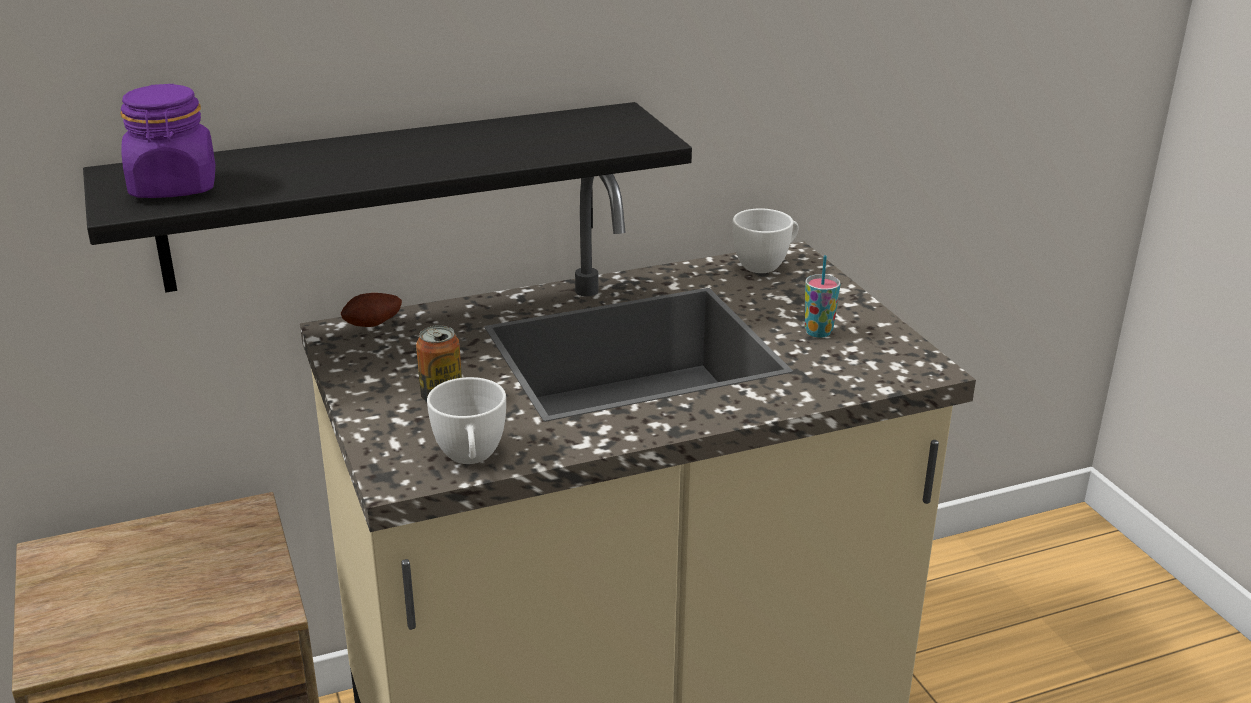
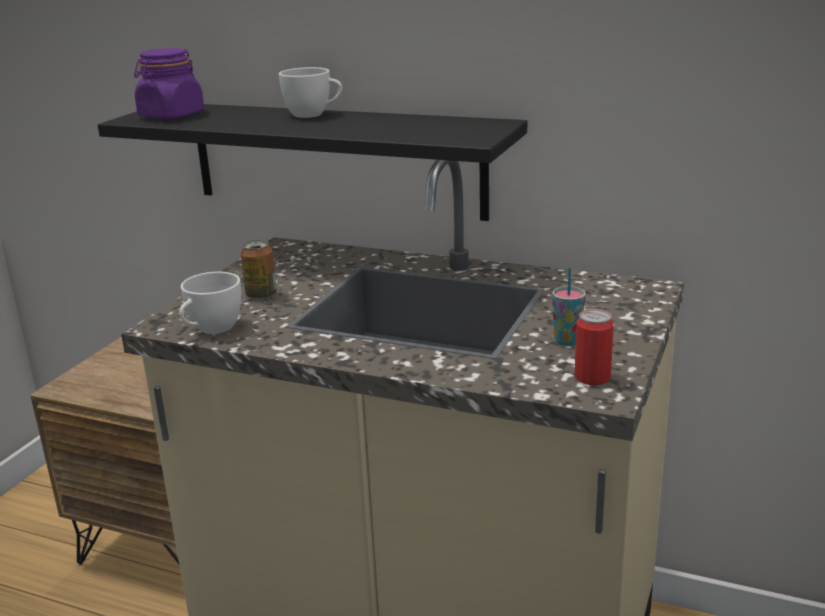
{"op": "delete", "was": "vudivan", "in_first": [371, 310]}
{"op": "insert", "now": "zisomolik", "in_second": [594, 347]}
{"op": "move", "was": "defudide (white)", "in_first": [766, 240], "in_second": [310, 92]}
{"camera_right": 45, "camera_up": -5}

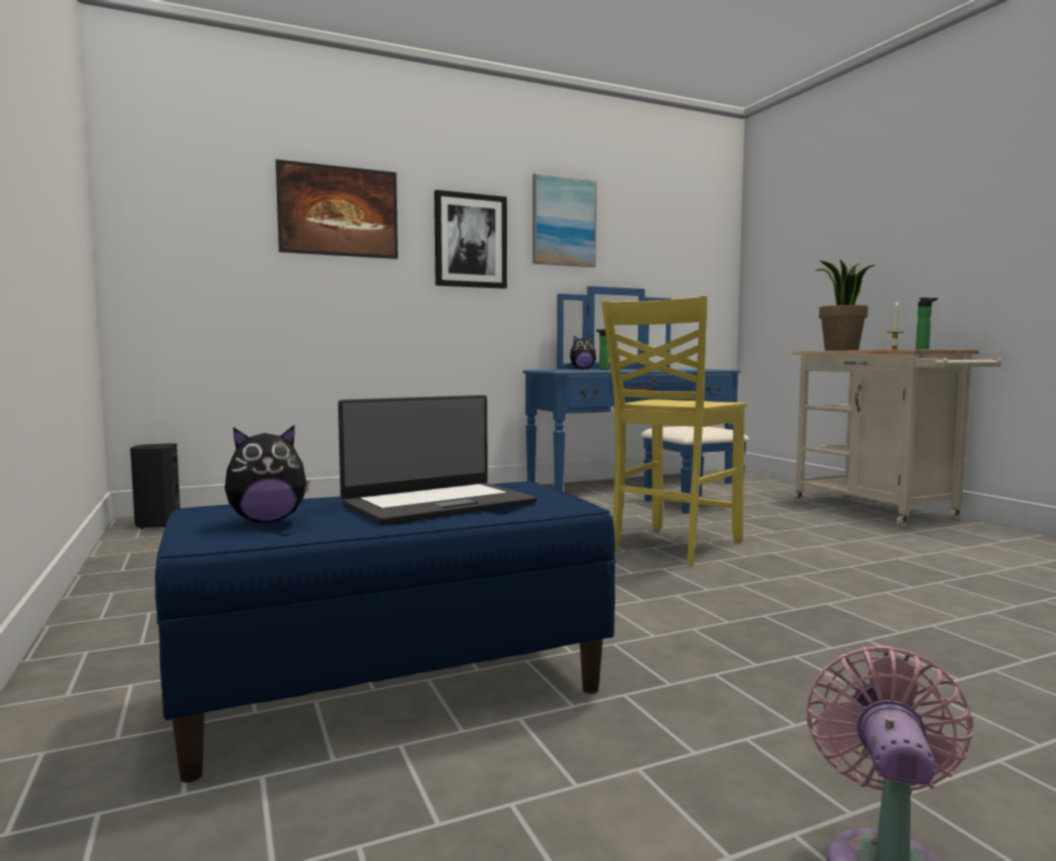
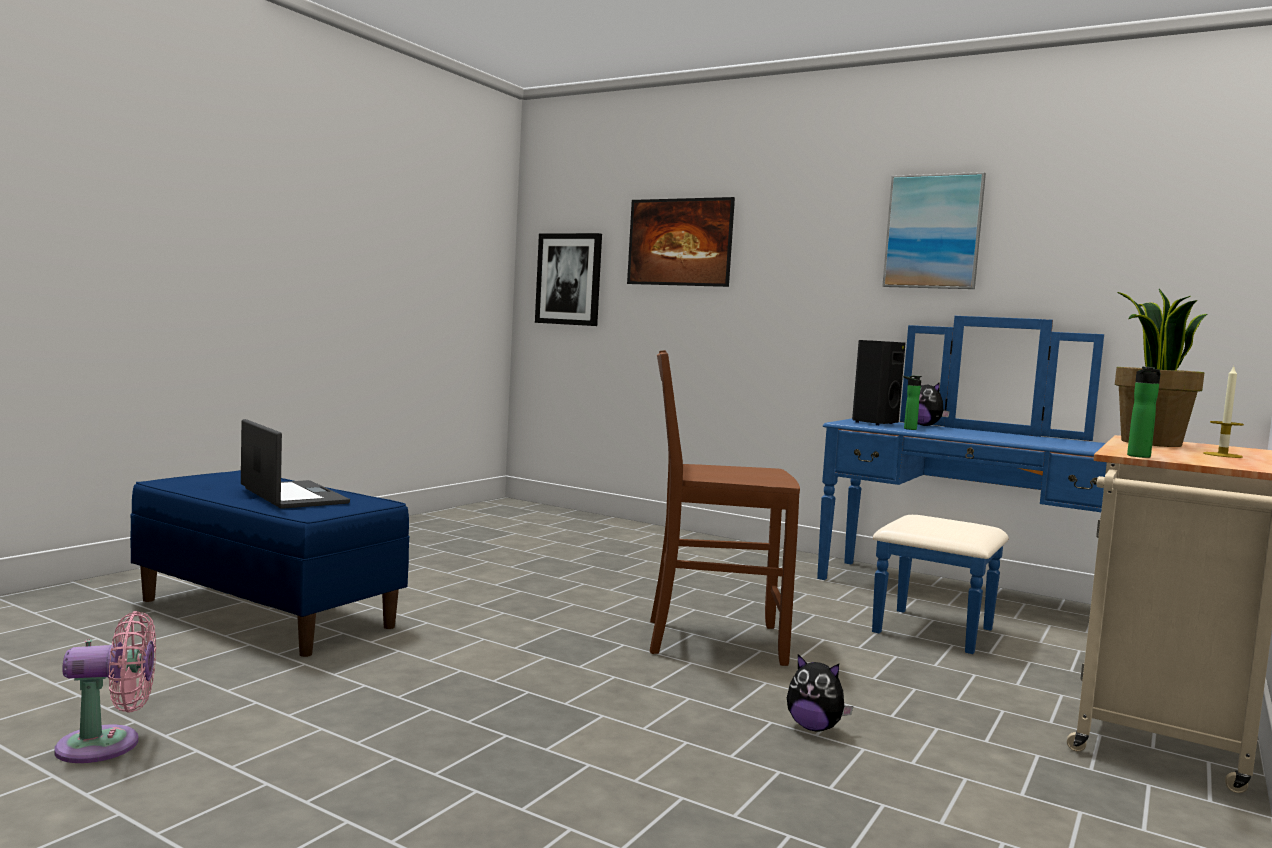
{"op": "move", "was": "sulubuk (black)", "in_first": [155, 486], "in_second": [879, 382]}
{"op": "move", "was": "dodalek", "in_first": [267, 474], "in_second": [820, 693]}
{"op": "move", "was": "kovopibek", "in_first": [470, 239], "in_second": [568, 279]}
{"op": "recolor", "was": "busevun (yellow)", "now": "busevun (brown)", "in_first": [674, 430], "in_second": [725, 508]}
{"op": "rotate", "was": "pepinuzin", "in_first": [437, 460], "in_second": [295, 464], "clockwise": -150}
{"camera_right": 55, "camera_up": 0}

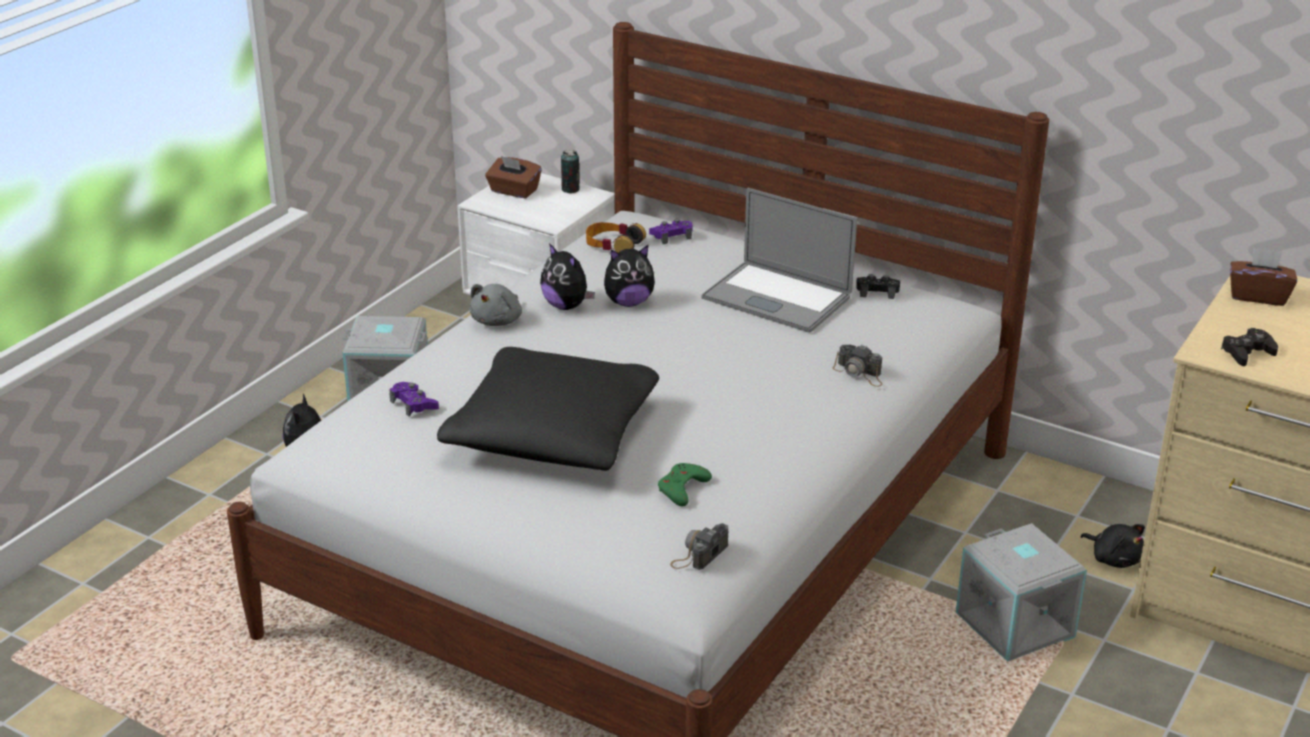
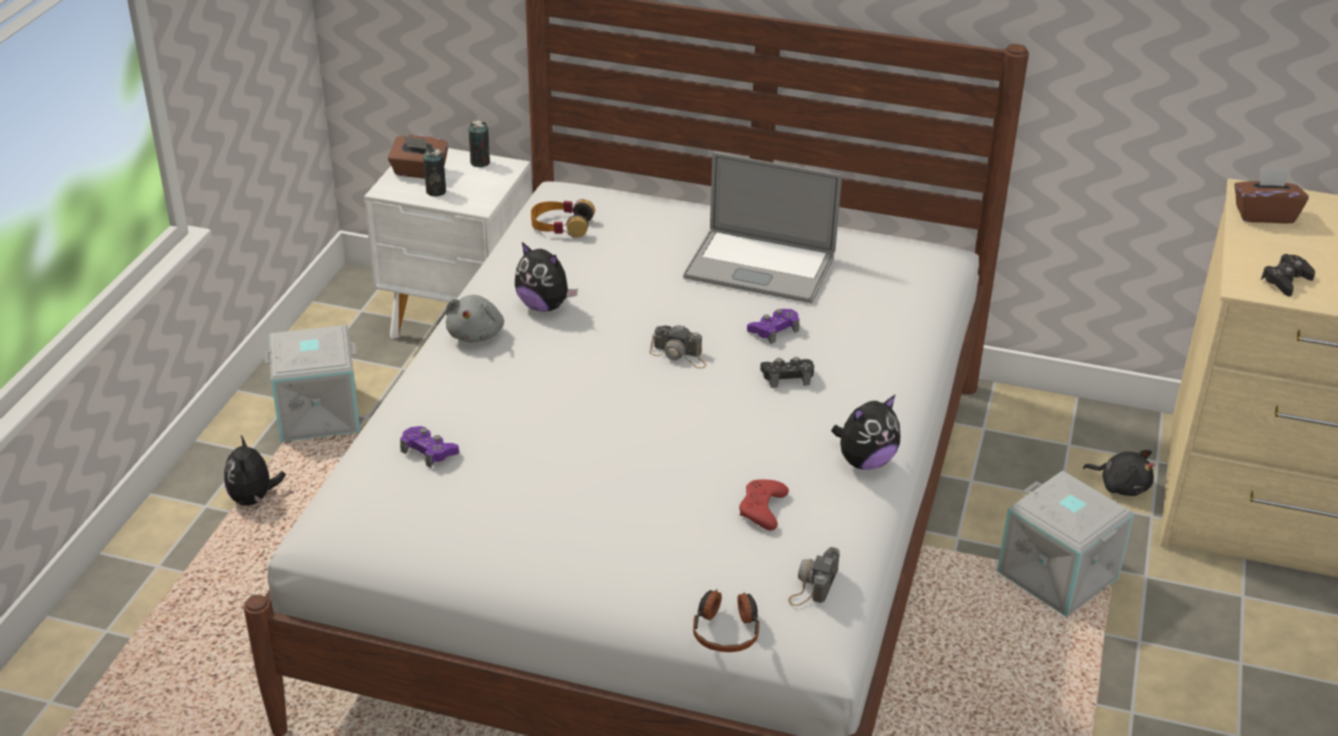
{"op": "delete", "was": "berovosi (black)", "in_first": [548, 409]}
{"op": "insert", "now": "zisomolik", "in_second": [434, 172]}
{"op": "insert", "now": "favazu", "in_second": [726, 621]}
{"op": "move", "was": "dodalek", "in_first": [629, 276], "in_second": [865, 432]}
{"op": "move", "was": "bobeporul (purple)", "in_first": [671, 231], "in_second": [773, 326]}
{"op": "move", "was": "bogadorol", "in_first": [857, 366], "in_second": [677, 346]}
{"op": "move", "was": "bobeporul (black)", "in_first": [878, 286], "in_second": [787, 372]}
{"op": "recolor", "was": "bobeporul (green)", "now": "bobeporul (red)", "in_first": [685, 484], "in_second": [764, 505]}
{"camera_right": -15, "camera_up": 5}

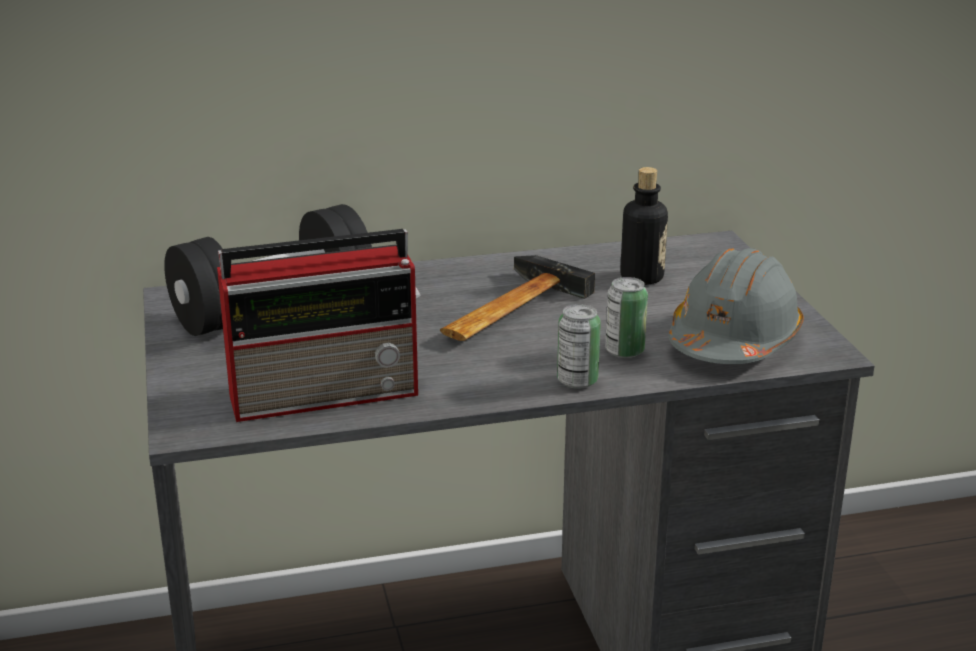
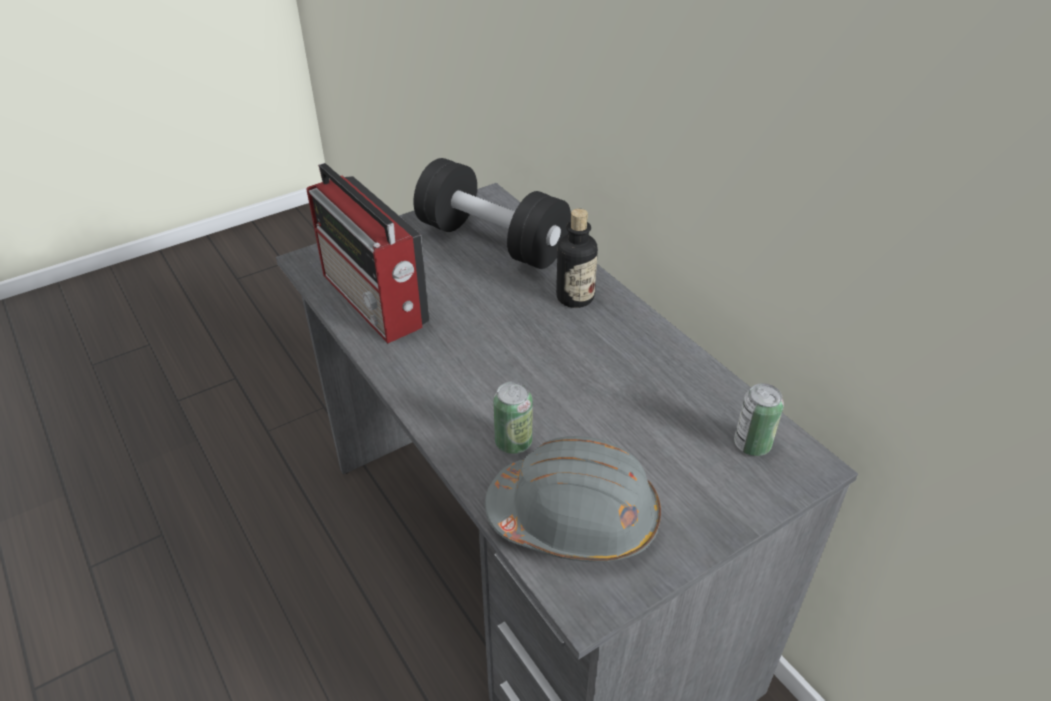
{"op": "delete", "was": "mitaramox", "in_first": [517, 298]}
{"op": "move", "was": "zisomolik", "in_first": [579, 346], "in_second": [759, 419]}
{"op": "move", "was": "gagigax", "in_first": [644, 226], "in_second": [577, 258]}
{"camera_right": 70, "camera_up": 15}

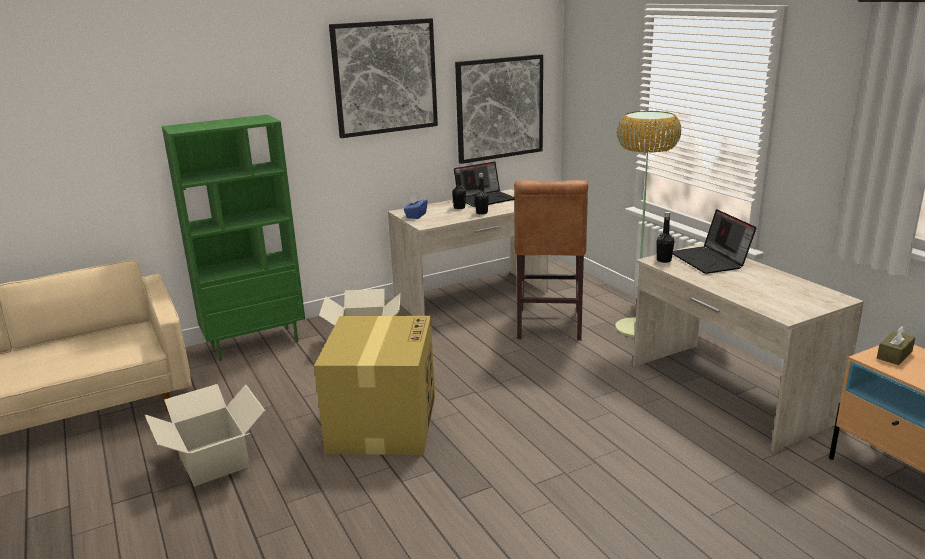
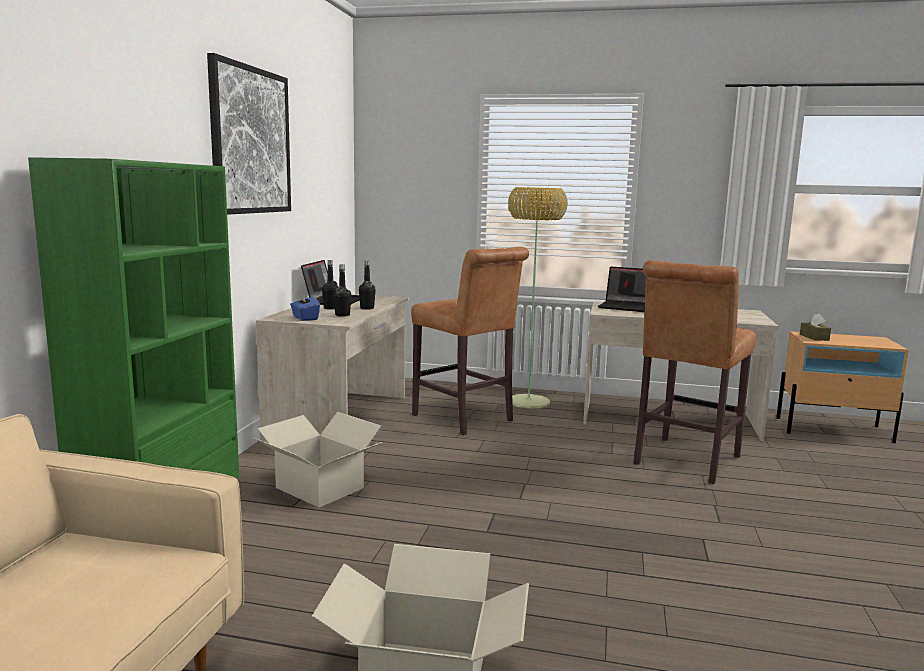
{"op": "delete", "was": "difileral", "in_first": [374, 385]}
{"op": "delete", "was": "kovopibek", "in_first": [499, 109]}
{"op": "insert", "now": "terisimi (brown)", "in_second": [694, 372]}
{"op": "move", "was": "gagigax (black)", "in_first": [665, 237], "in_second": [342, 290]}
{"camera_right": -50, "camera_up": -10}

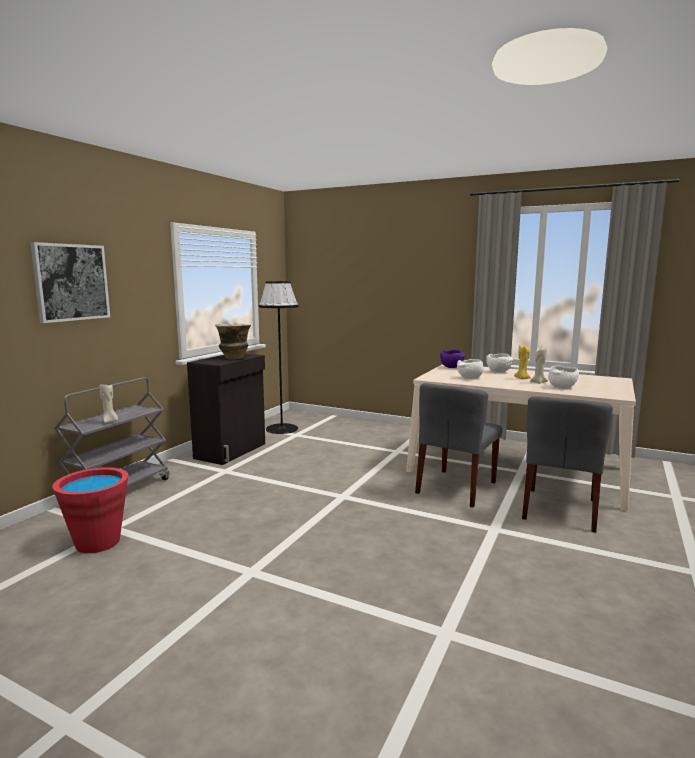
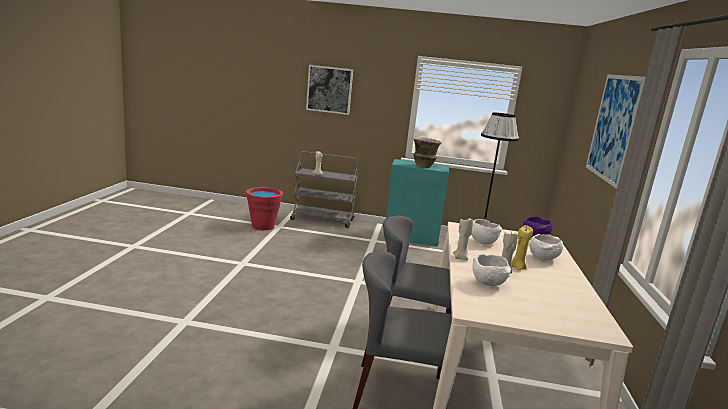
{"op": "insert", "now": "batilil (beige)", "in_second": [463, 239]}
{"op": "insert", "now": "kovopibek", "in_second": [616, 131]}
{"op": "recolor", "was": "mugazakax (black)", "now": "mugazakax (turquoise)", "in_first": [226, 409], "in_second": [416, 203]}
{"camera_right": 70, "camera_up": 5}

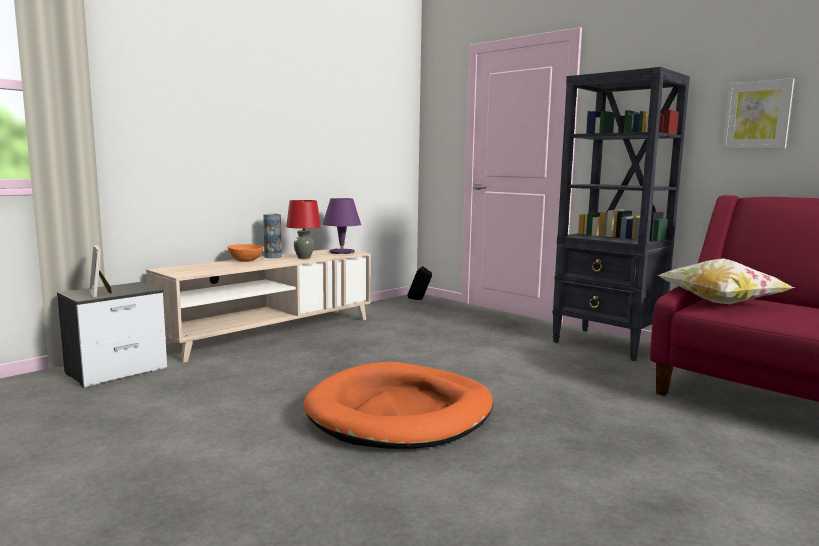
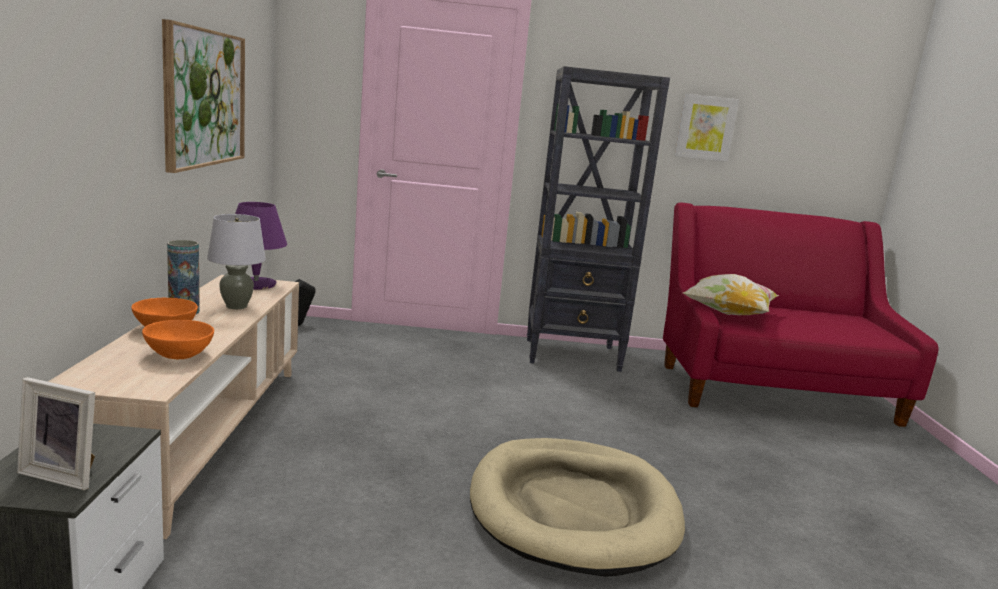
{"op": "insert", "now": "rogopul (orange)", "in_second": [178, 339]}
{"op": "insert", "now": "kovopibek", "in_second": [203, 96]}
{"op": "recolor", "was": "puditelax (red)", "now": "puditelax (grey)", "in_first": [303, 229], "in_second": [236, 261]}
{"op": "recolor", "was": "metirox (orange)", "now": "metirox (beige)", "in_first": [398, 405], "in_second": [577, 507]}
{"camera_right": -45, "camera_up": 5}

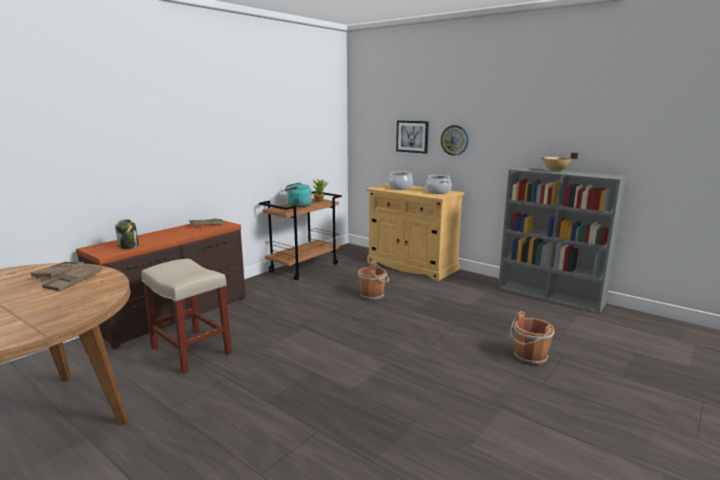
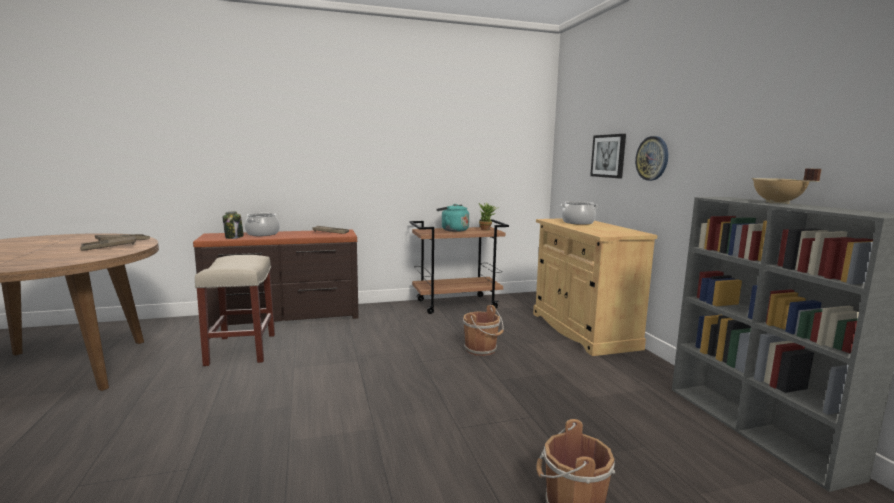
{"op": "move", "was": "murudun", "in_first": [438, 184], "in_second": [262, 224]}
{"camera_right": 35, "camera_up": -5}

